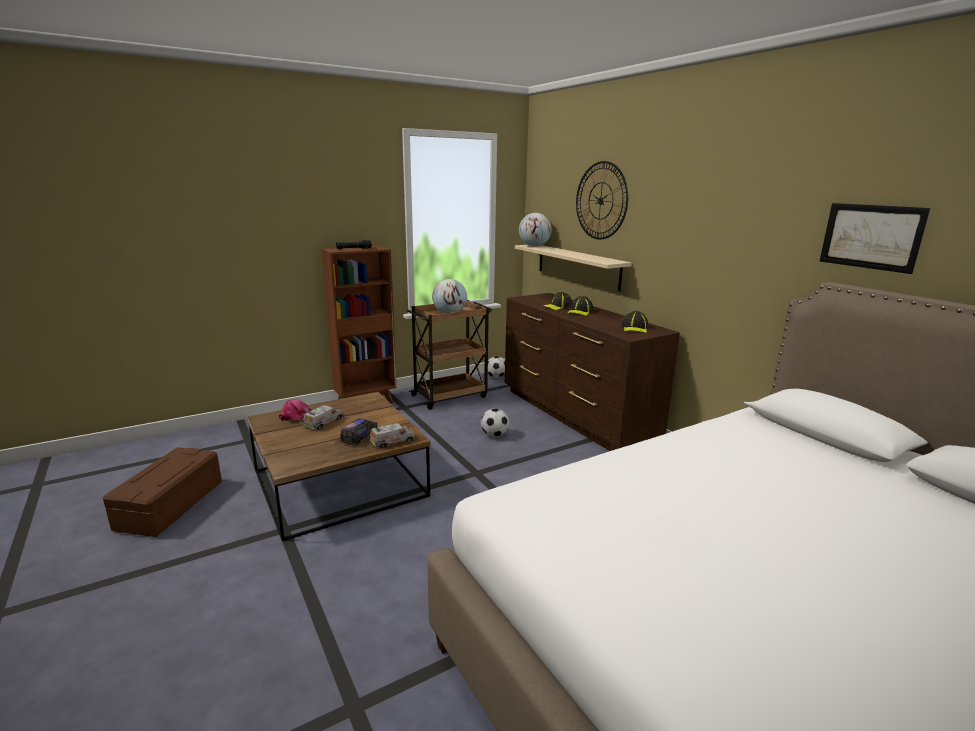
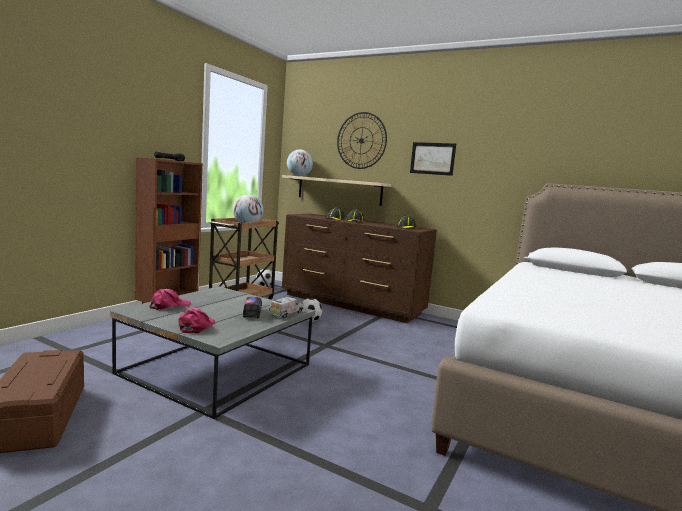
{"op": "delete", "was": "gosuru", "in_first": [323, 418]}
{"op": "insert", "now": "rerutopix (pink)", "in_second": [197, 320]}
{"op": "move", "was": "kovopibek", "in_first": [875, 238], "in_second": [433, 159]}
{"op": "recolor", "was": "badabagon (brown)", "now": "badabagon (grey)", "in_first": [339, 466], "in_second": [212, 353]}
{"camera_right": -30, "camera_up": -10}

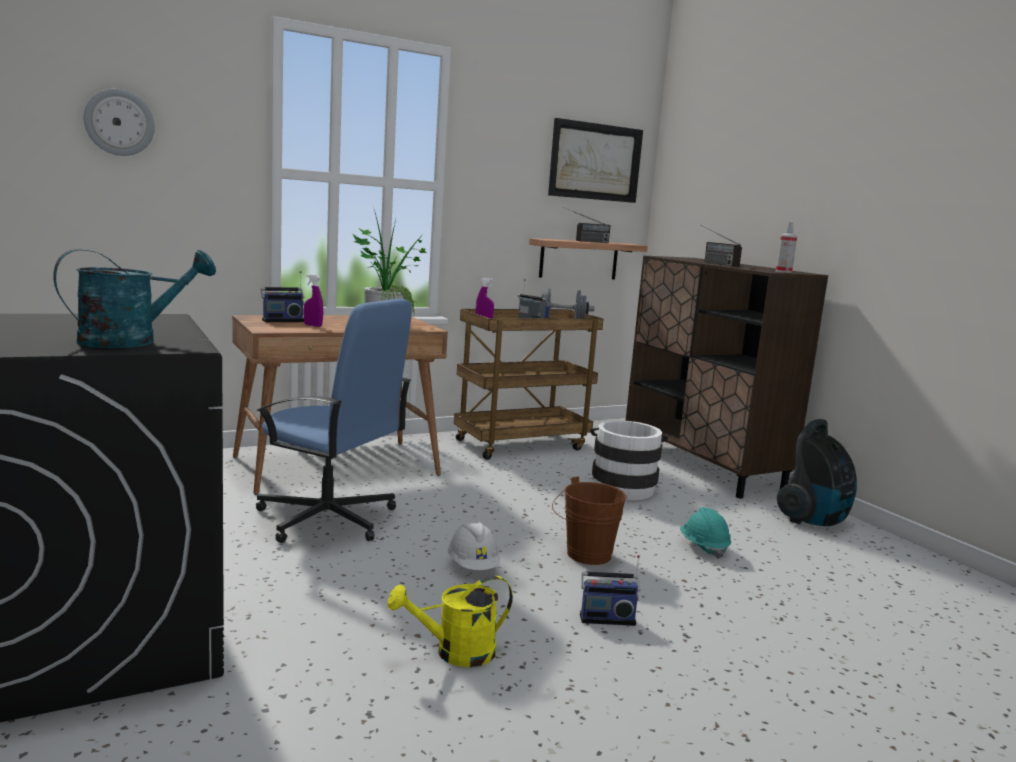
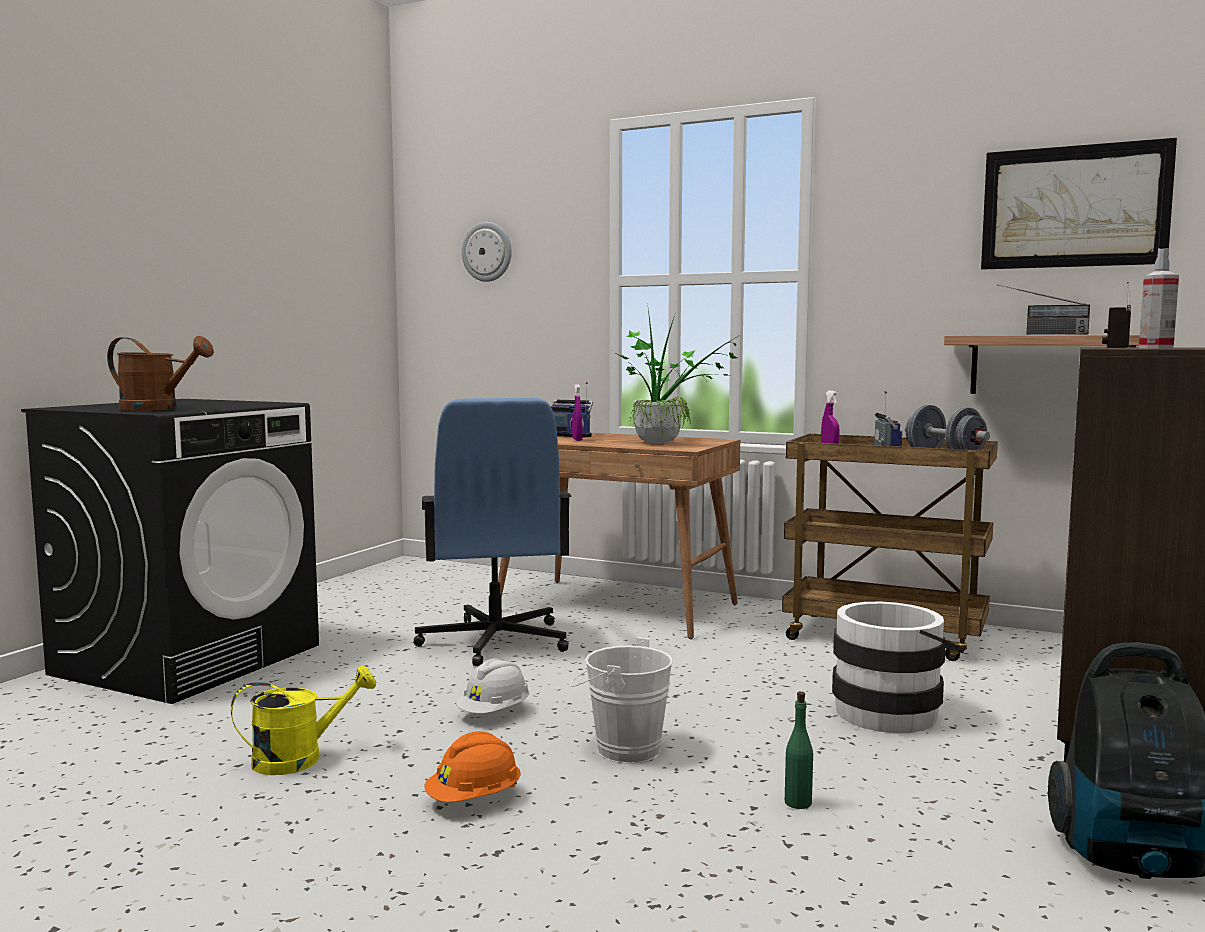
{"op": "replace", "was": "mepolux", "now": "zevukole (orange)", "in_first": [610, 590], "in_second": [472, 766]}
{"op": "replace", "was": "zevukole (turquoise)", "now": "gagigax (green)", "in_first": [705, 533], "in_second": [799, 750]}
{"op": "recolor", "was": "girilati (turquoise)", "now": "girilati (brown)", "in_first": [135, 298], "in_second": [160, 373]}
{"op": "recolor", "was": "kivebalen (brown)", "now": "kivebalen (white)", "in_first": [589, 520], "in_second": [621, 700]}
{"op": "rotate", "was": "girilati (yellow)", "in_first": [450, 621], "in_second": [303, 720], "clockwise": 120}
{"camera_right": 55, "camera_up": -5}

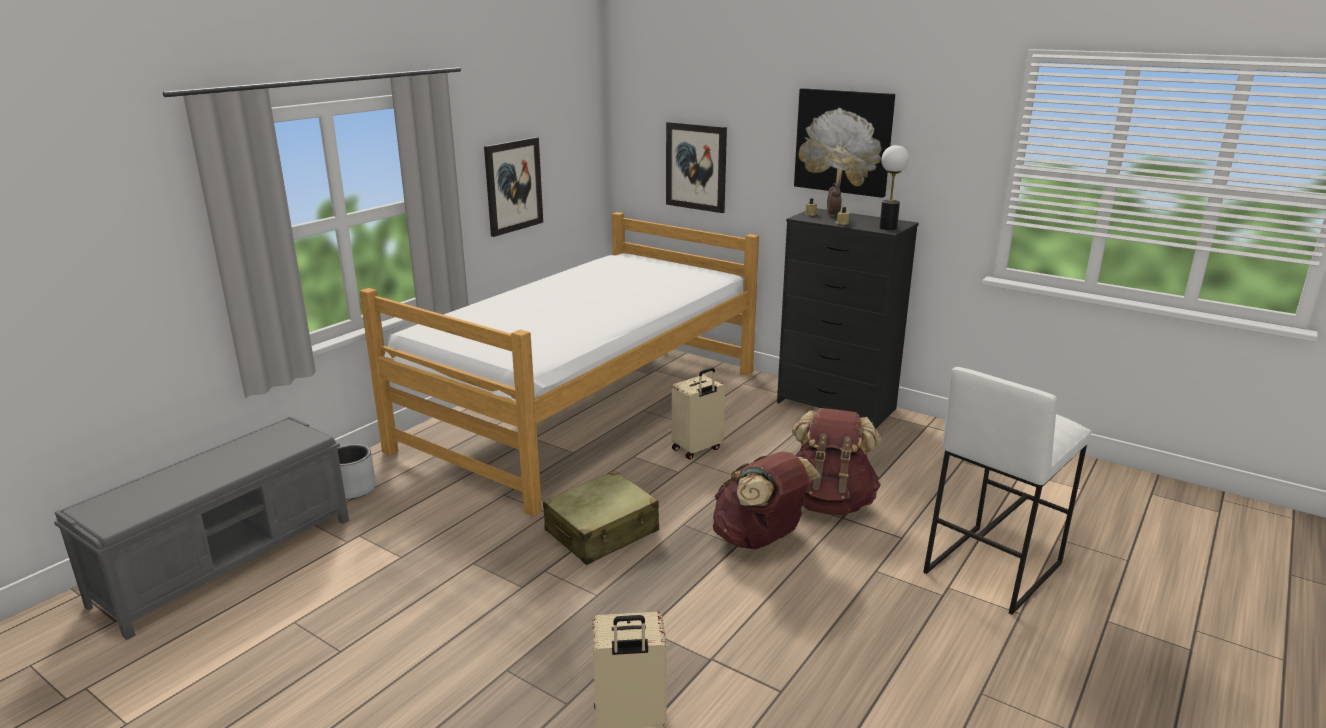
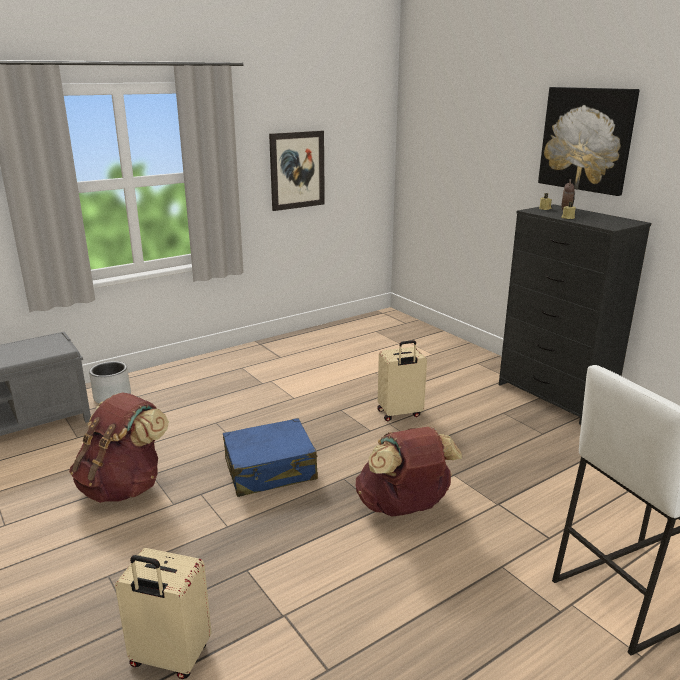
{"op": "delete", "was": "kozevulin", "in_first": [559, 364]}
{"op": "delete", "was": "kovopibek", "in_first": [696, 167]}
{"op": "delete", "was": "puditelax", "in_first": [894, 187]}
{"op": "move", "was": "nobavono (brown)", "in_first": [836, 461], "in_second": [119, 447]}
{"op": "recolor", "was": "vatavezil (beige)", "now": "vatavezil (blue)", "in_first": [601, 517], "in_second": [270, 457]}
{"camera_right": 20, "camera_up": 0}

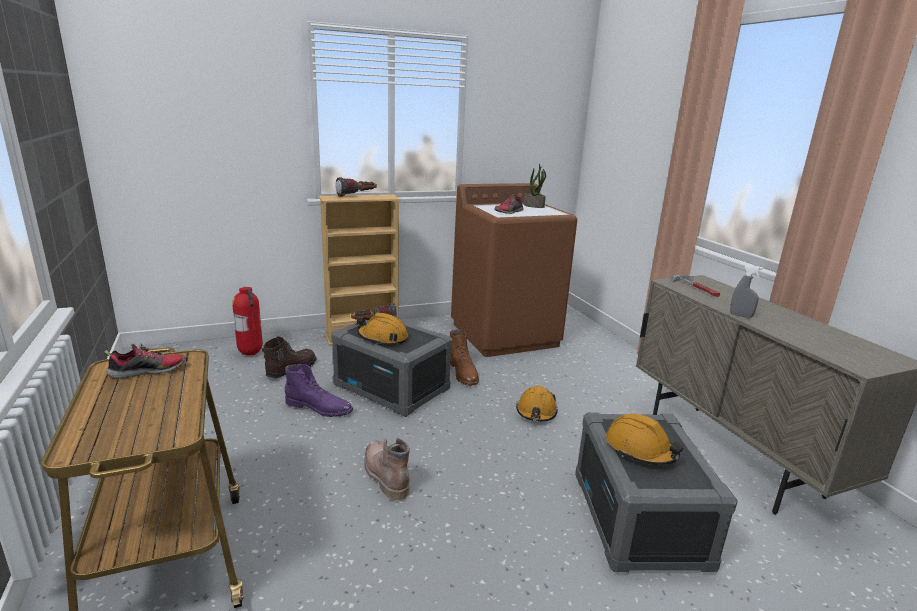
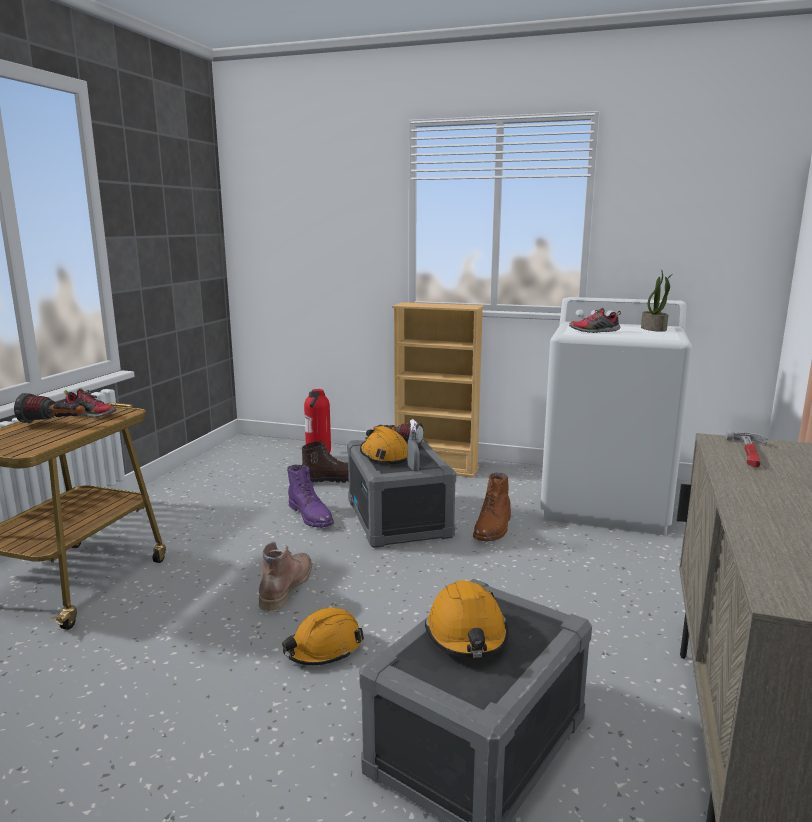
{"op": "move", "was": "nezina", "in_first": [356, 187], "in_second": [49, 408]}
{"op": "move", "was": "zevukole (orange)", "in_first": [537, 404], "in_second": [323, 636]}
{"op": "move", "was": "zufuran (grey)", "in_first": [746, 291], "in_second": [413, 445]}
{"op": "recolor", "was": "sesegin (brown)", "now": "sesegin (white)", "in_first": [514, 270], "in_second": [616, 416]}
{"camera_right": 40, "camera_up": -5}

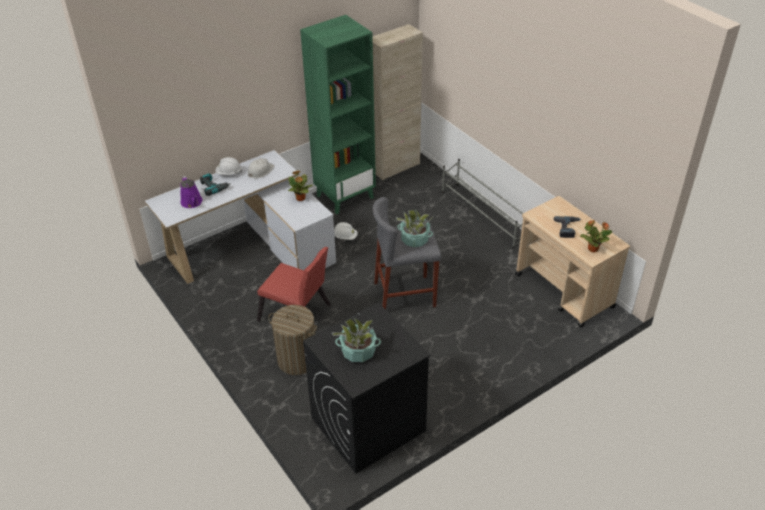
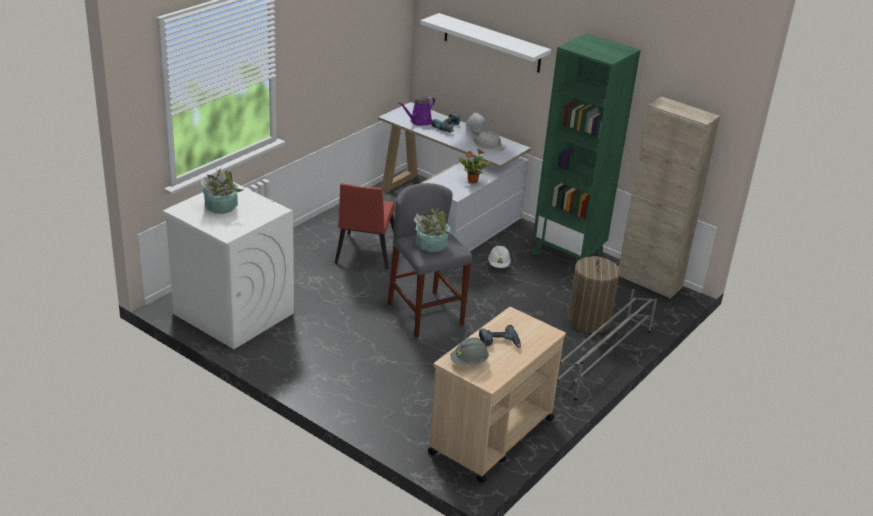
{"op": "insert", "now": "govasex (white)", "in_second": [485, 43]}
{"op": "move", "was": "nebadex", "in_first": [292, 340], "in_second": [594, 295]}
{"op": "replace", "was": "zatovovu", "now": "zevukole (grey)", "in_first": [596, 236], "in_second": [469, 352]}
{"op": "recolor", "was": "sesegin (black)", "now": "sesegin (white)", "in_first": [367, 388], "in_second": [228, 265]}
{"camera_right": 70, "camera_up": -10}

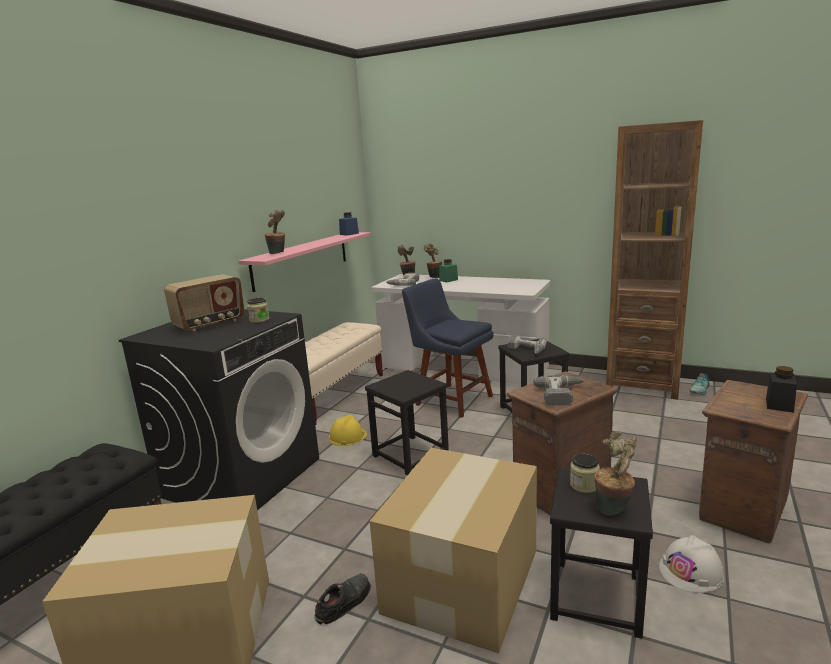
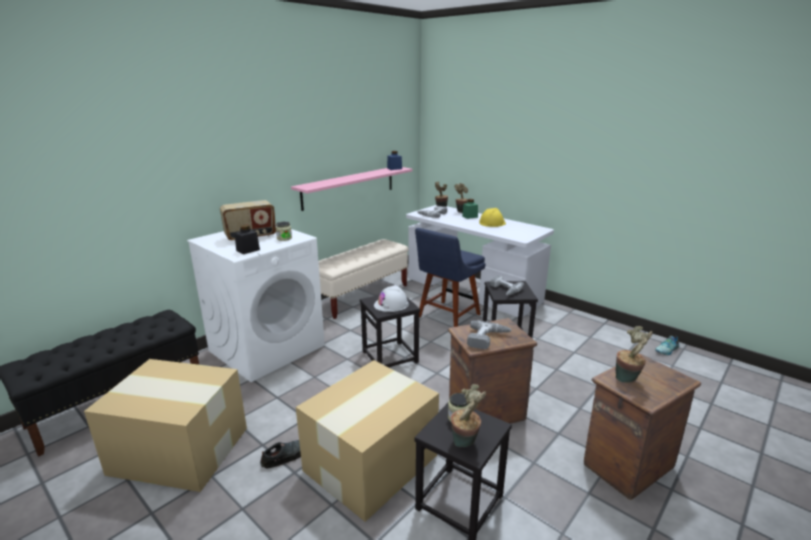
{"op": "delete", "was": "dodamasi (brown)", "in_first": [654, 260]}
{"op": "move", "was": "zatovovu", "in_first": [274, 232], "in_second": [633, 354]}
{"op": "move", "was": "zevukole (yellow)", "in_first": [348, 430], "in_second": [492, 217]}
{"op": "move", "was": "zevukole (white)", "in_first": [691, 564], "in_second": [391, 298]}
{"op": "move", "was": "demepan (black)", "in_first": [781, 389], "in_second": [247, 239]}
{"op": "recolor", "was": "sesegin (black)", "now": "sesegin (white)", "in_first": [219, 409], "in_second": [256, 305]}
{"op": "rotate", "was": "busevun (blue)", "in_first": [447, 348], "in_second": [450, 277], "clockwise": -105}
{"camera_right": 15, "camera_up": 5}

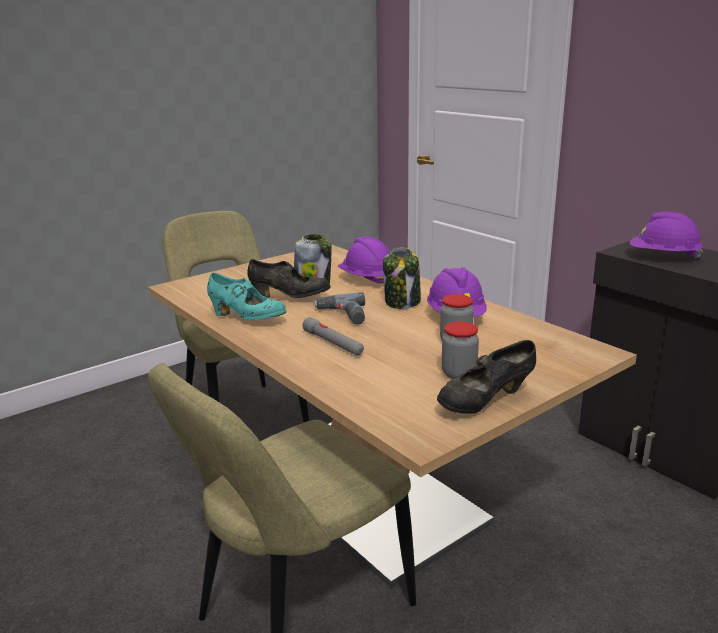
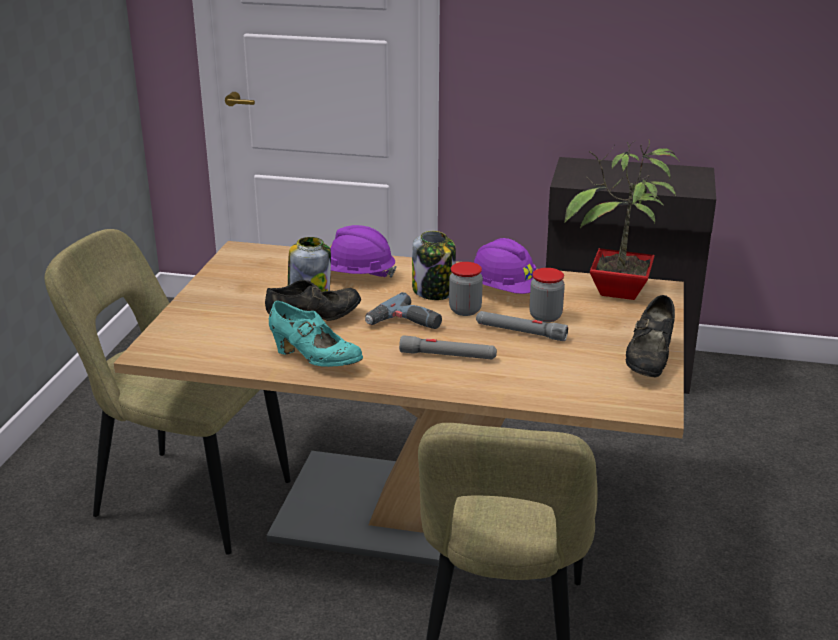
{"op": "delete", "was": "zevukole (purple)", "in_first": [666, 235]}
{"op": "insert", "now": "nezina (grey)", "in_second": [522, 326]}
{"op": "insert", "now": "zatovovu", "in_second": [622, 220]}
{"op": "move", "was": "demepan", "in_first": [460, 350], "in_second": [466, 289]}
{"op": "rotate", "was": "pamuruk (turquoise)", "in_first": [246, 296], "in_second": [316, 334], "clockwise": 45}
{"camera_right": -40, "camera_up": 5}

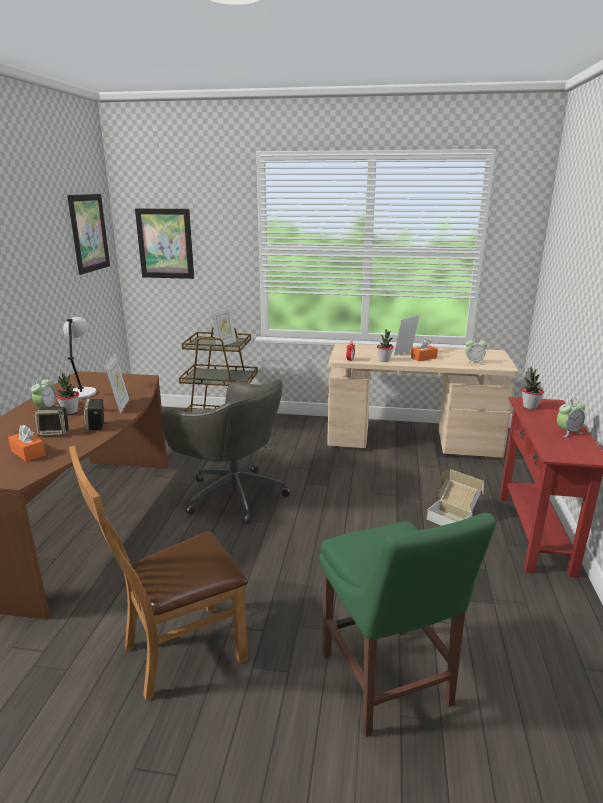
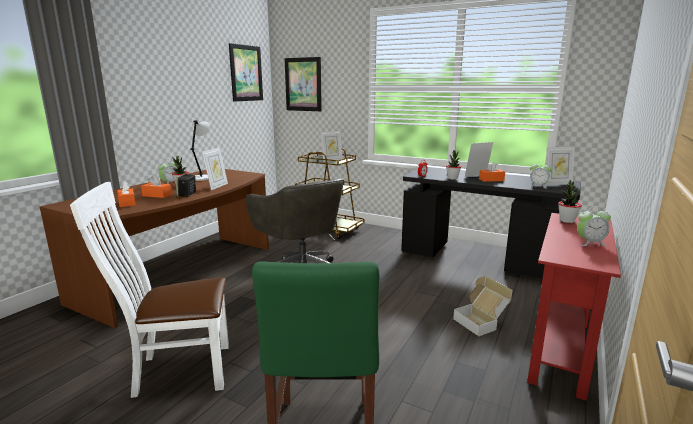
{"op": "insert", "now": "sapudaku", "in_second": [560, 166]}
{"op": "replace", "was": "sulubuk", "now": "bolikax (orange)", "in_first": [52, 422], "in_second": [156, 186]}
{"op": "recolor", "was": "busevun (brown)", "now": "busevun (white)", "in_first": [158, 573], "in_second": [149, 290]}
{"op": "recolor", "was": "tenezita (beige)", "now": "tenezita (black)", "in_first": [422, 400], "in_second": [491, 223]}
{"camera_right": 20, "camera_up": -5}

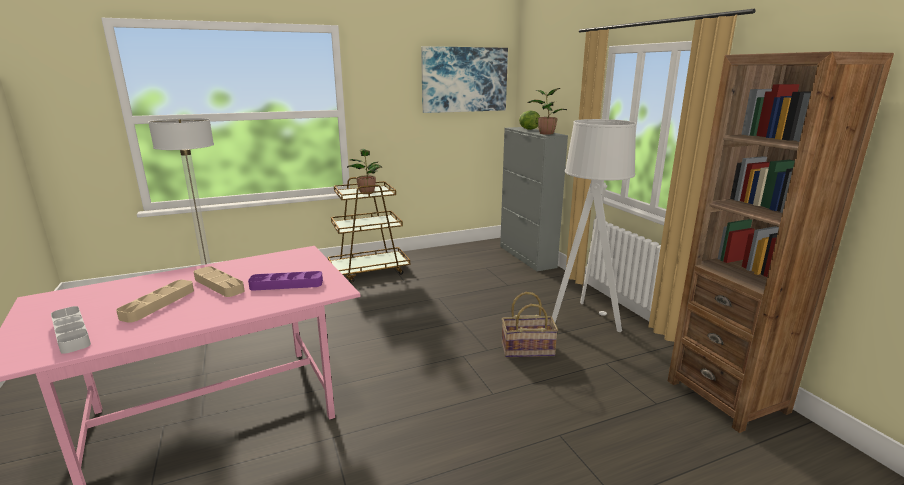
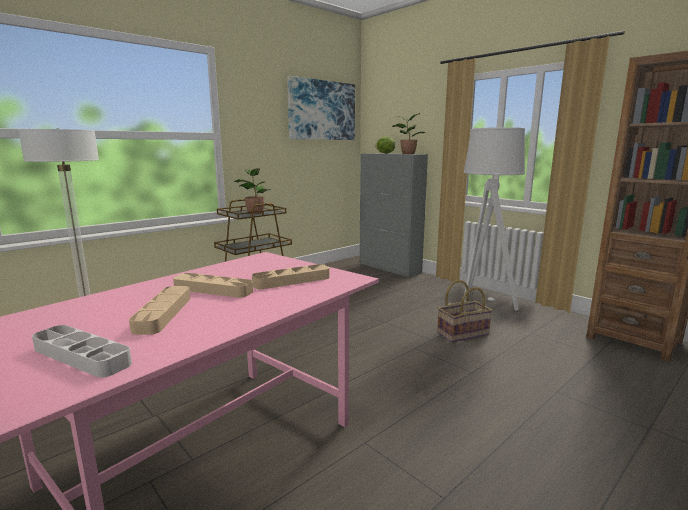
{"op": "recolor", "was": "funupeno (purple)", "now": "funupeno (beige)", "in_first": [285, 281], "in_second": [290, 276]}
{"camera_right": -20, "camera_up": -5}

